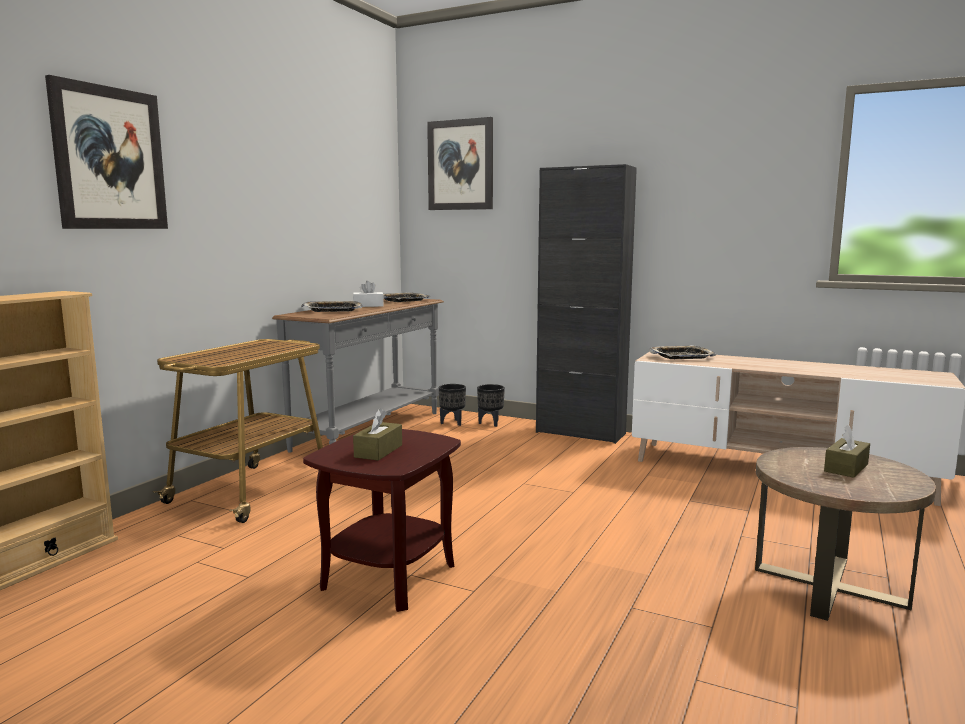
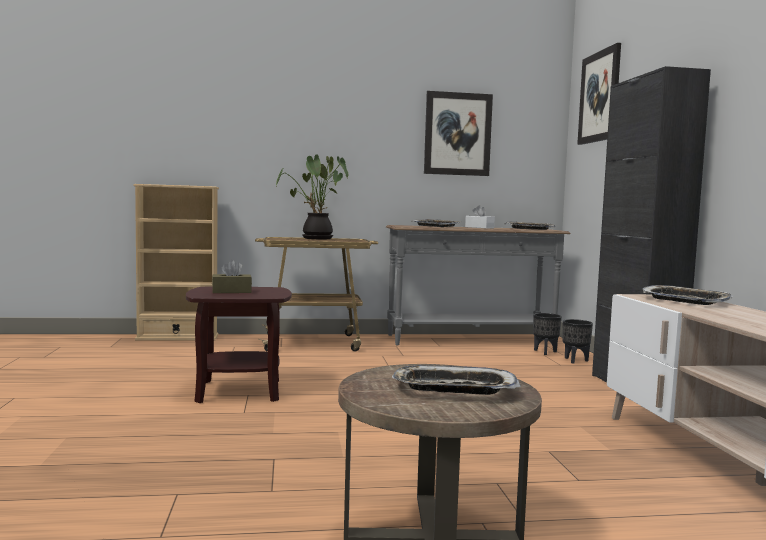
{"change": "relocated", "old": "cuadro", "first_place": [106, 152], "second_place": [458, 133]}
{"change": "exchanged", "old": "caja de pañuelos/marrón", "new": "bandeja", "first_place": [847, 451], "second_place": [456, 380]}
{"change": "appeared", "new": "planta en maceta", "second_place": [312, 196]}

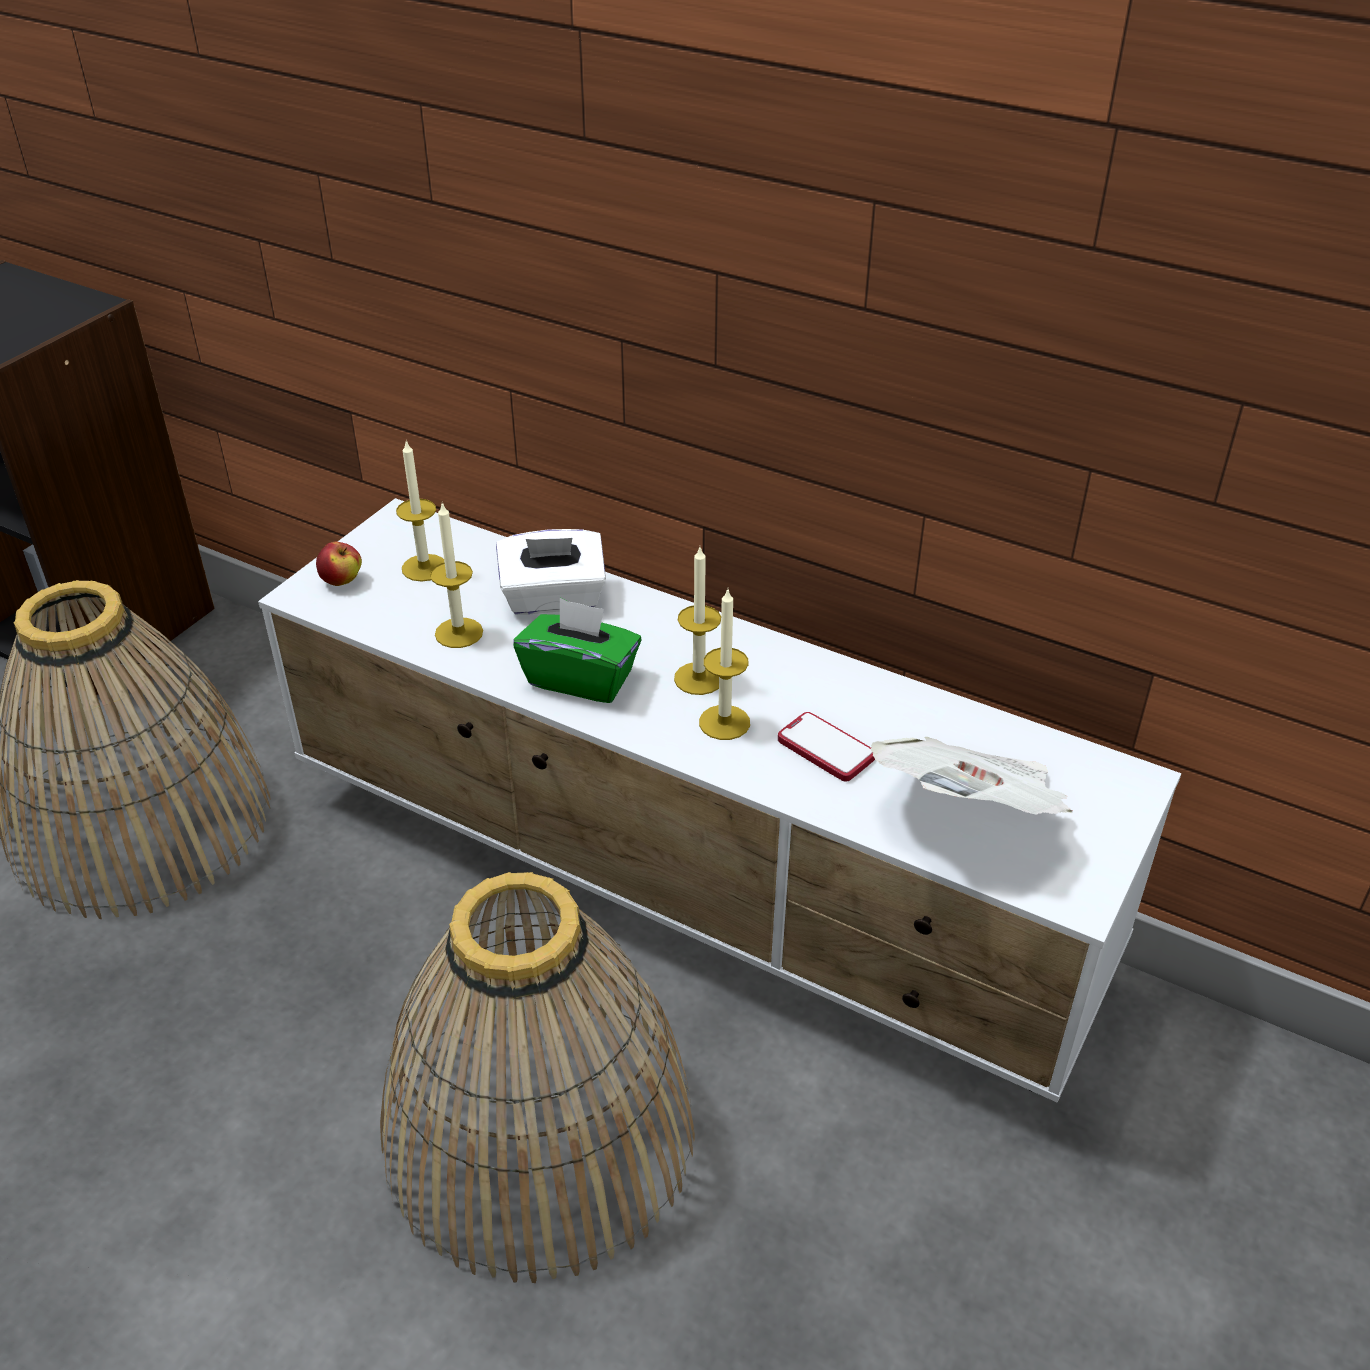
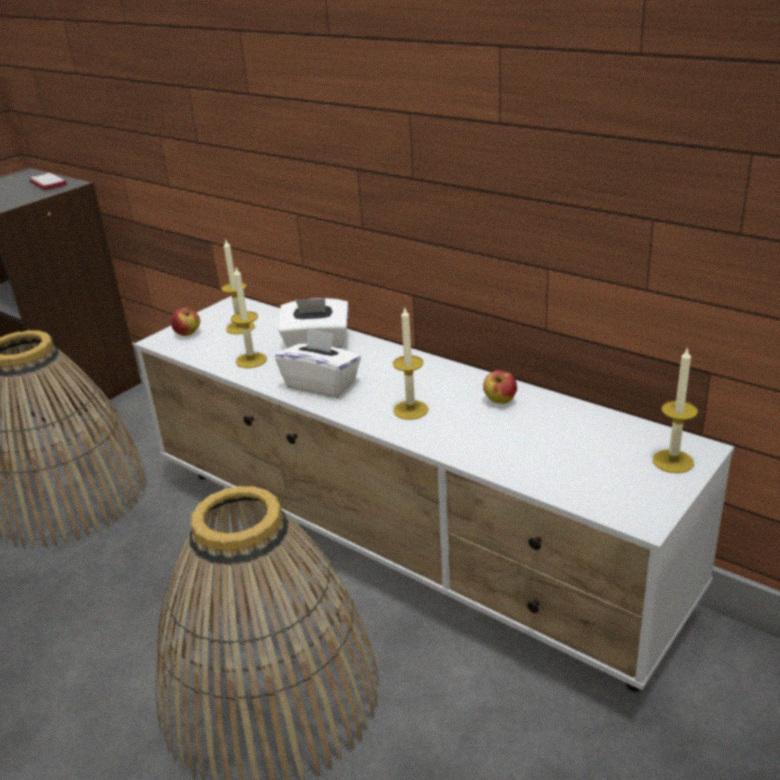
{"change": "colour", "old": "caja de pañuelos/verde", "new": "caja de pañuelos/blanco", "first_place": [577, 650], "second_place": [318, 363]}
{"change": "relocated", "old": "vela", "first_place": [697, 621], "second_place": [675, 410]}
{"change": "relocated", "old": "móvil", "first_place": [826, 746], "second_place": [48, 181]}
{"change": "missing", "old": "periódico", "first_place": [971, 776]}
{"change": "appeared", "new": "manzana", "second_place": [500, 387]}

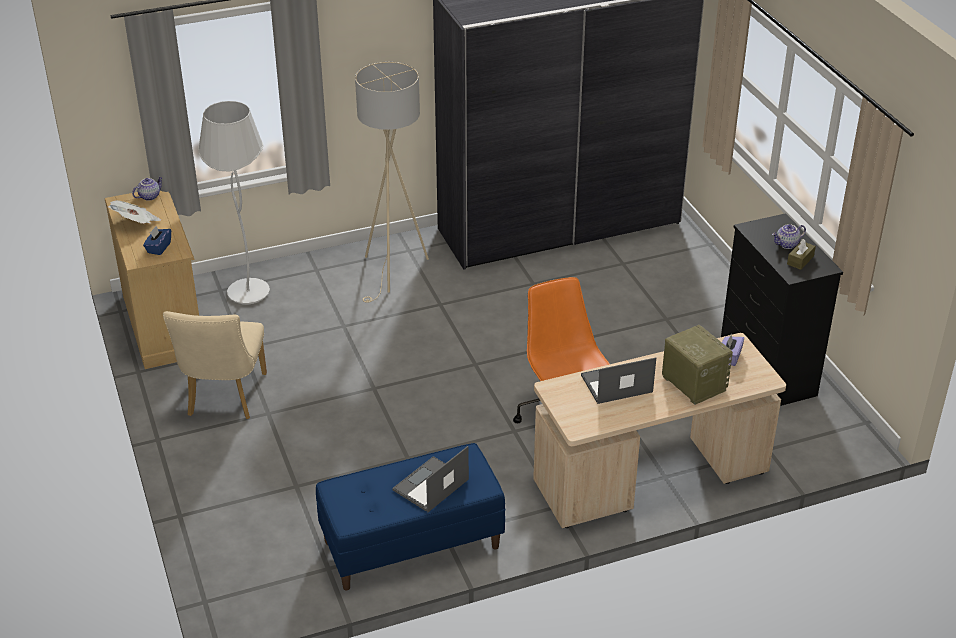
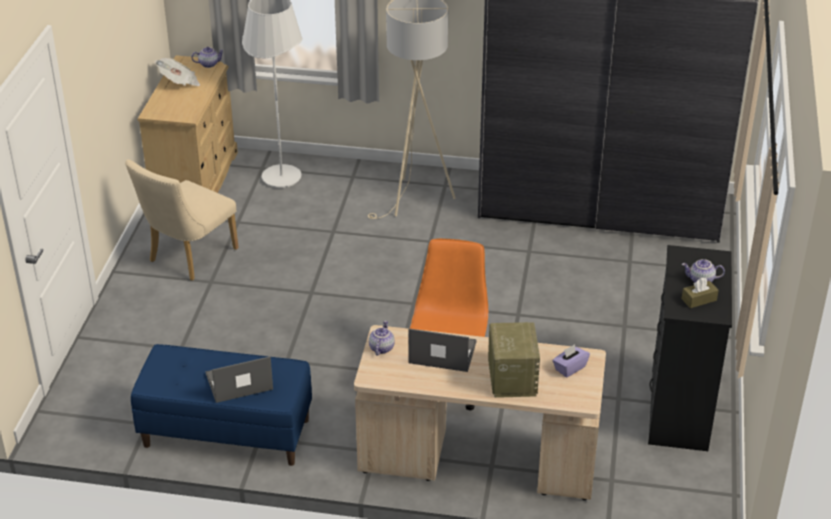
{"change": "missing", "old": "caja de pañuelos/azul", "first_place": [157, 240]}
{"change": "appeared", "new": "tetera", "second_place": [382, 338]}

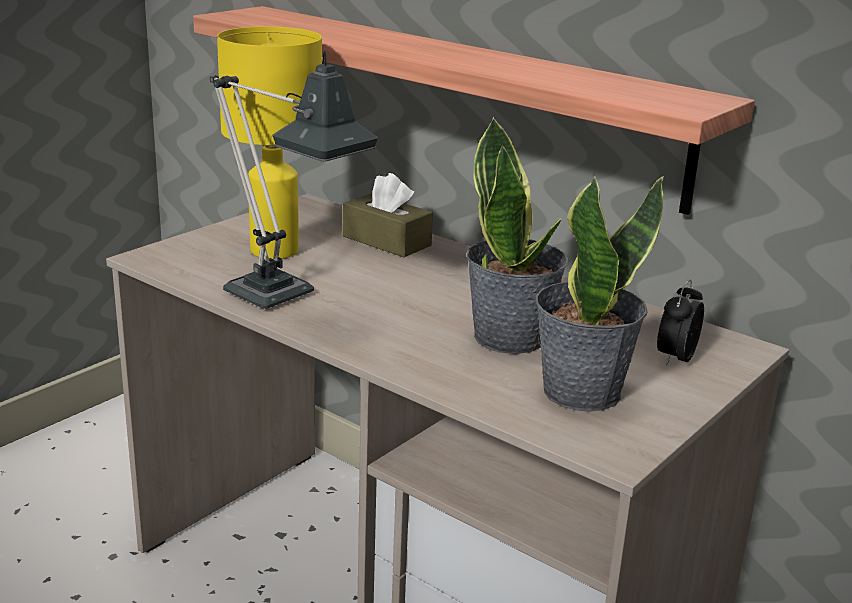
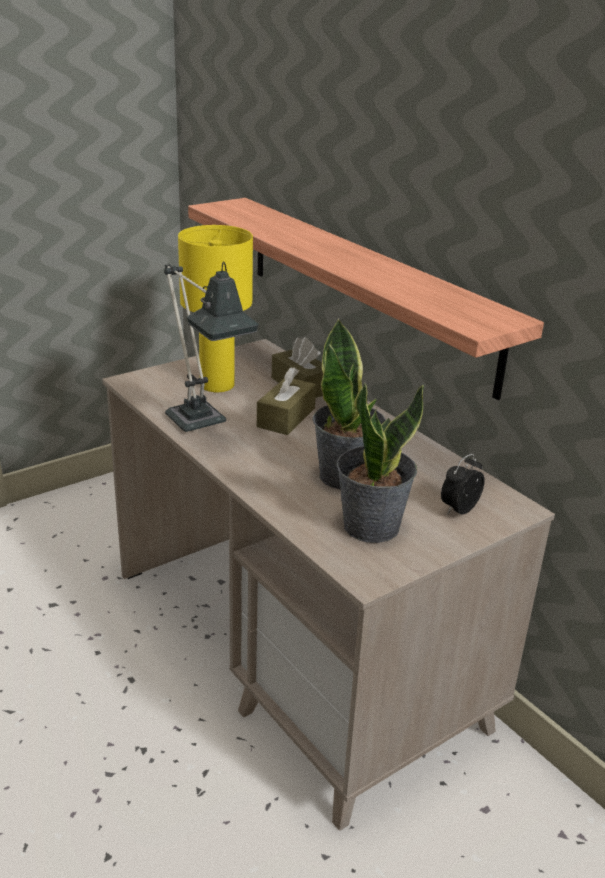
{"change": "appeared", "new": "caja de pañuelos/marrón", "second_place": [286, 401]}

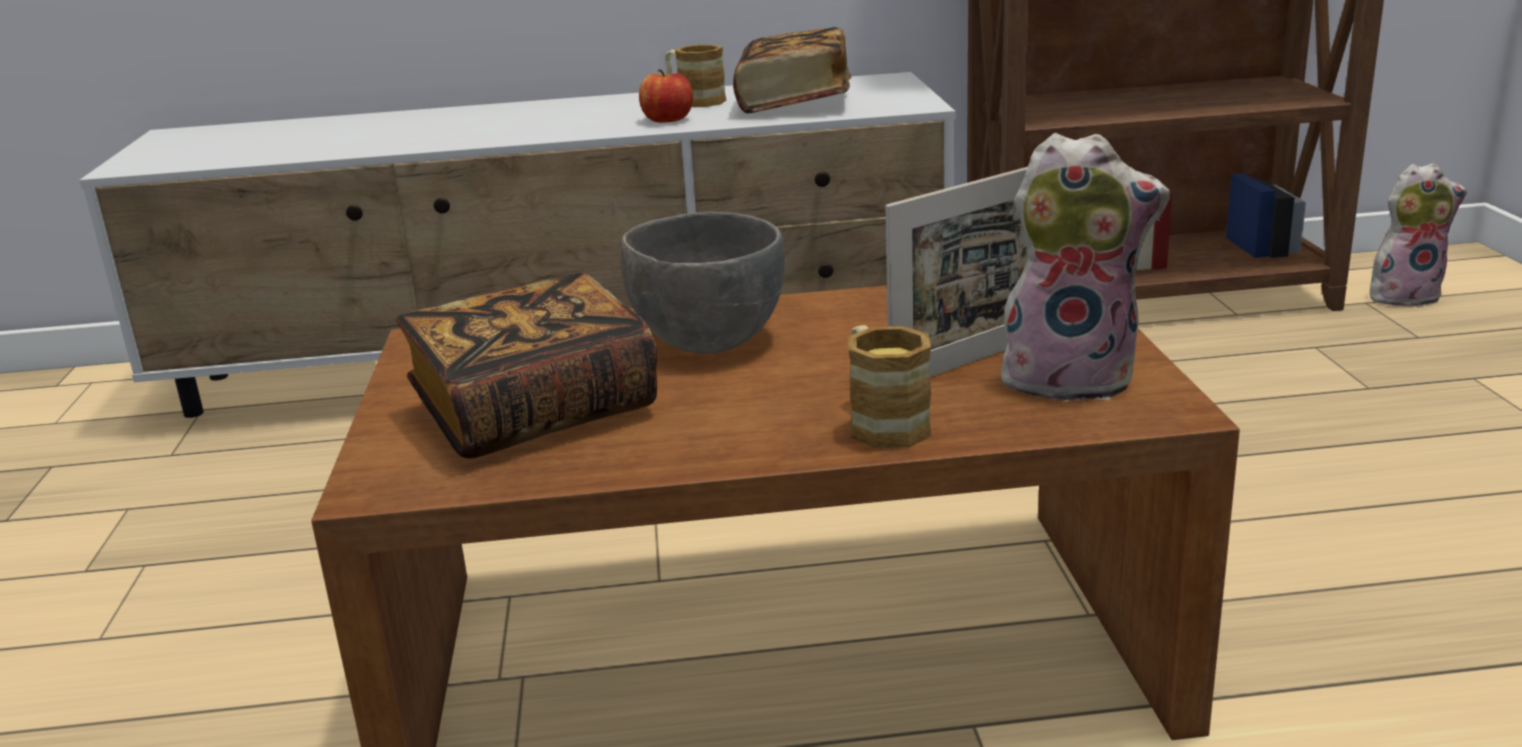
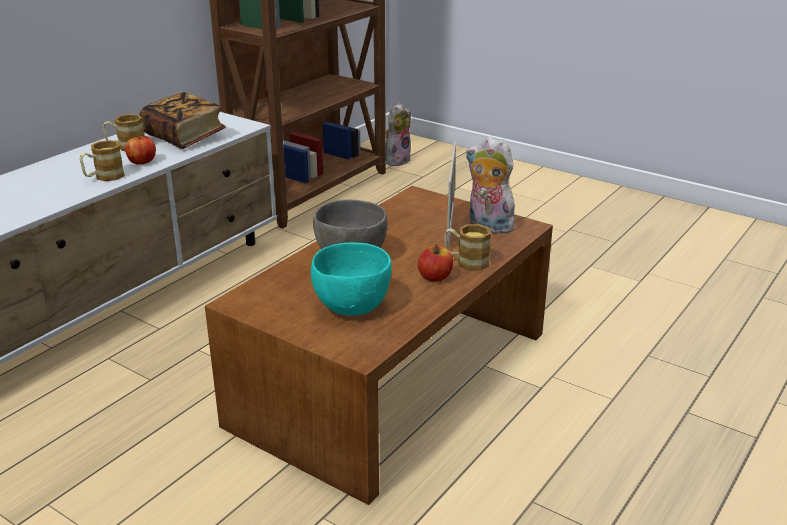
{"change": "exchanged", "old": "libro", "new": "cuenco/turquesa", "first_place": [526, 366], "second_place": [351, 279]}
{"change": "spun", "old": "peluche", "first_place": [1084, 267], "second_place": [491, 185], "degrees": -105}
{"change": "appeared", "new": "taza grande", "second_place": [102, 160]}
{"change": "appeared", "new": "manzana", "second_place": [435, 263]}

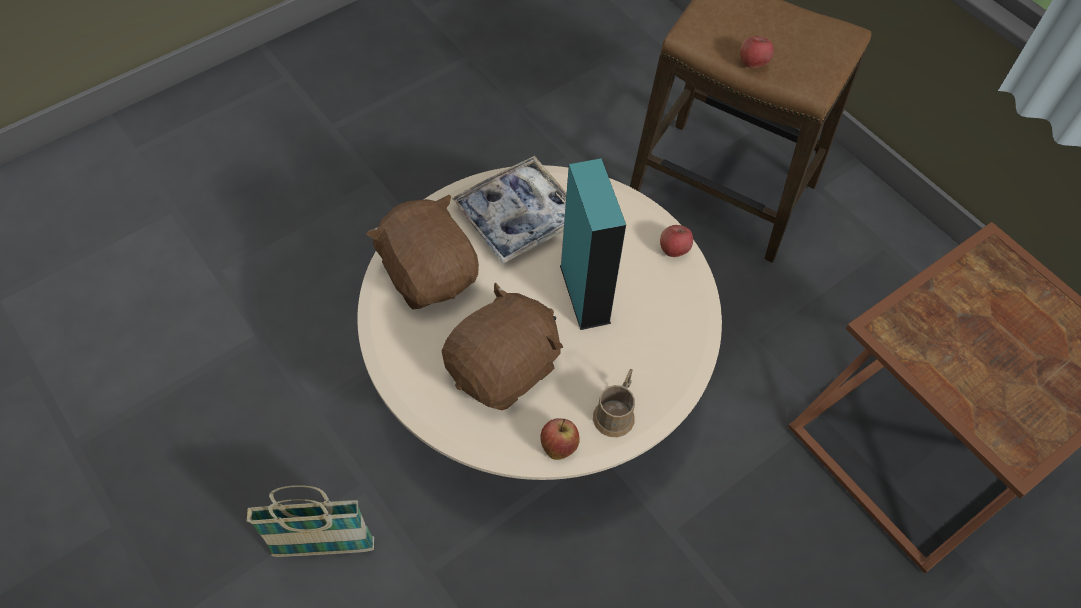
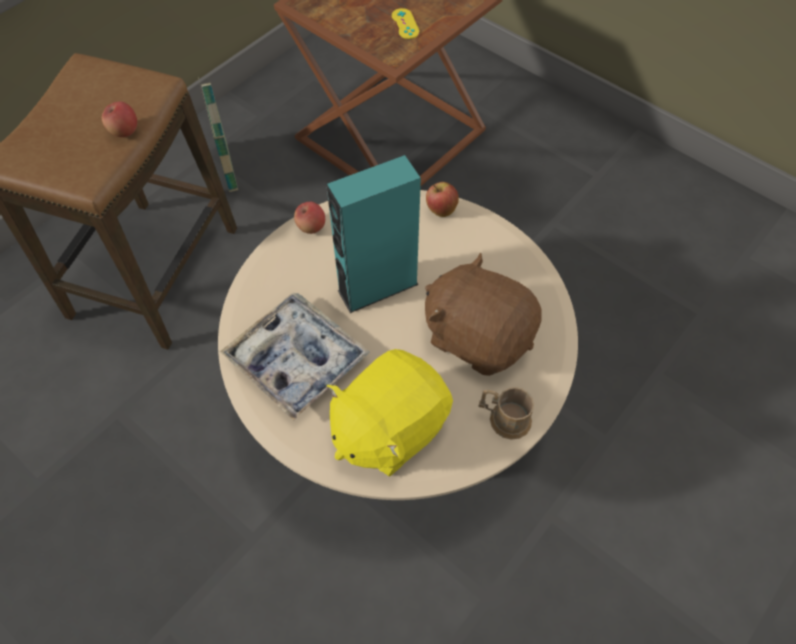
{"change": "relocated", "old": "cesta", "first_place": [310, 521], "second_place": [218, 134]}
{"change": "colour", "old": "peluche/marrón", "new": "peluche/amarillo", "first_place": [422, 252], "second_place": [390, 413]}
{"change": "relocated", "old": "manzana", "first_place": [560, 439], "second_place": [442, 199]}
{"change": "relocated", "old": "taza grande/marrón", "first_place": [614, 403], "second_place": [506, 413]}
{"change": "appeared", "new": "mando de consola/amarillo", "second_place": [406, 23]}

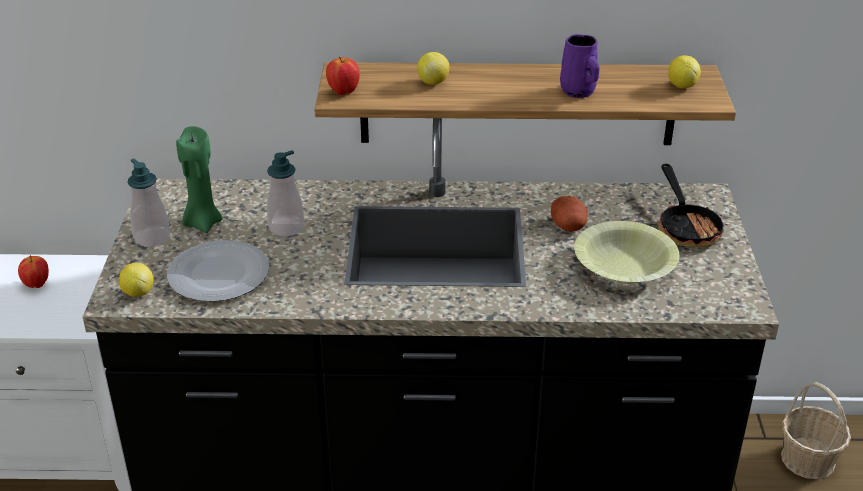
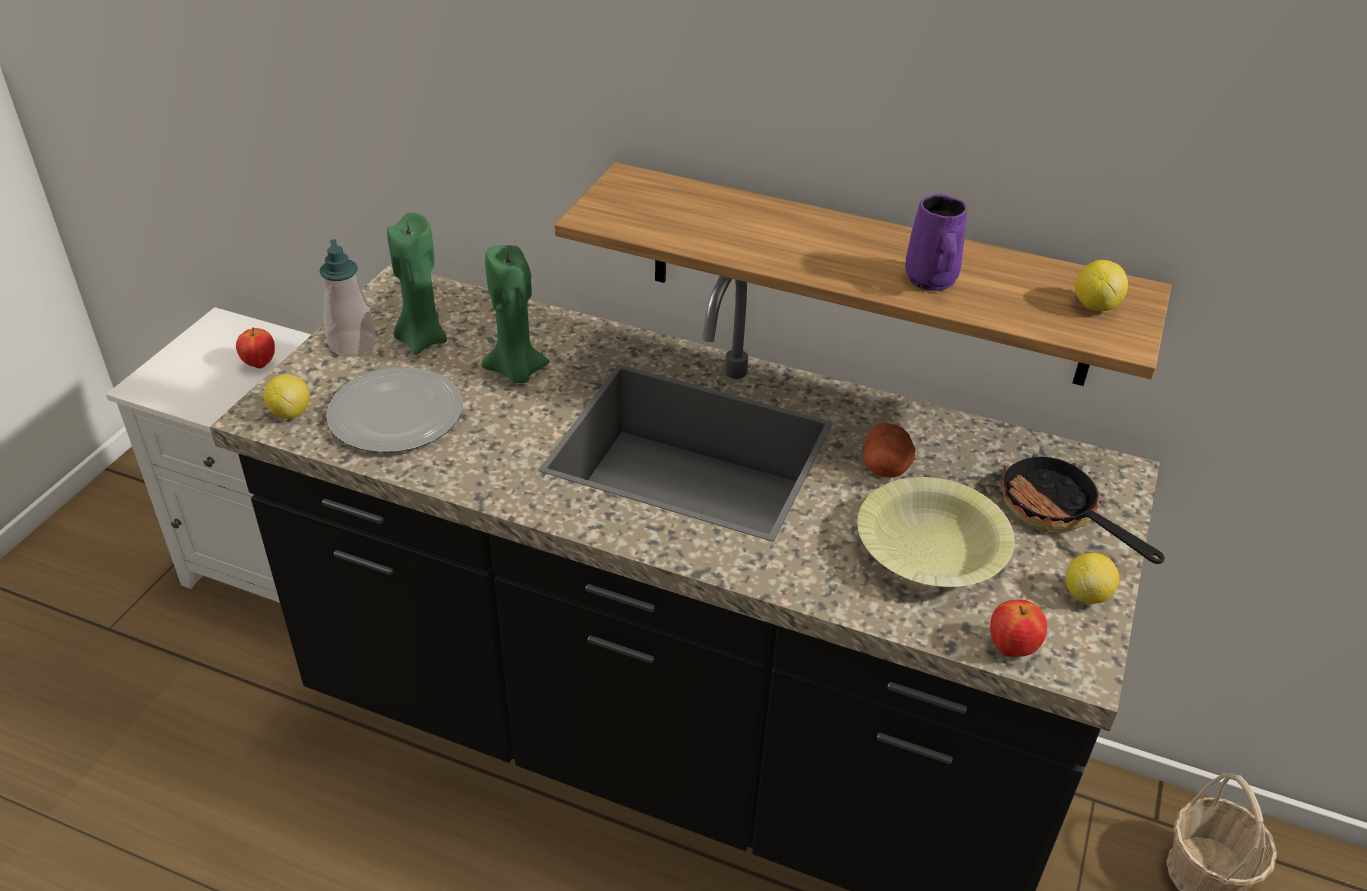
{"change": "exchanged", "old": "dispensador de jabón", "new": "vela/verde", "first_place": [285, 193], "second_place": [515, 314]}
{"change": "relocated", "old": "manzana", "first_place": [343, 76], "second_place": [1018, 628]}
{"change": "relocated", "old": "limón", "first_place": [433, 68], "second_place": [1093, 578]}
{"change": "spun", "old": "sartén", "first_place": [692, 206], "second_place": [1083, 508], "degrees": 135}

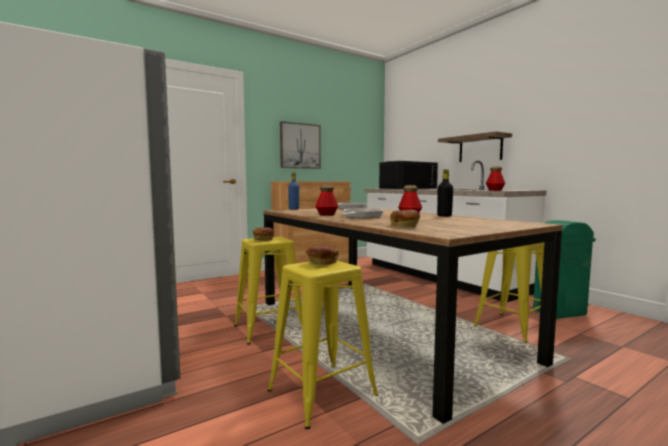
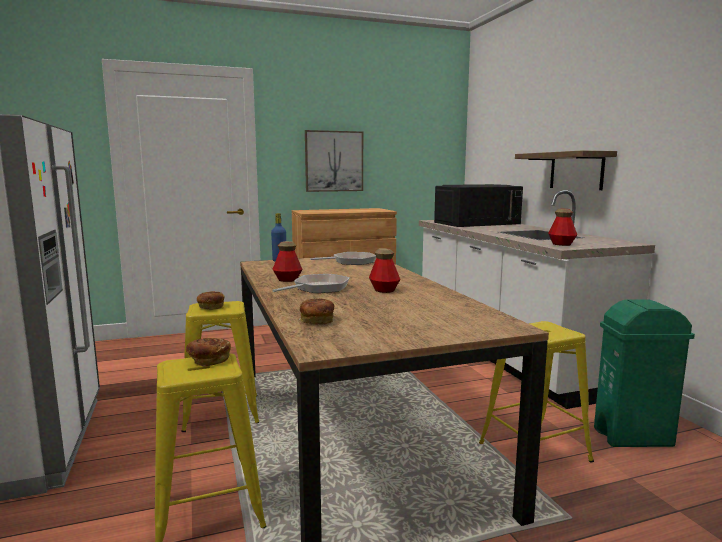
{"change": "missing", "old": "botella/negro", "first_place": [445, 193]}

